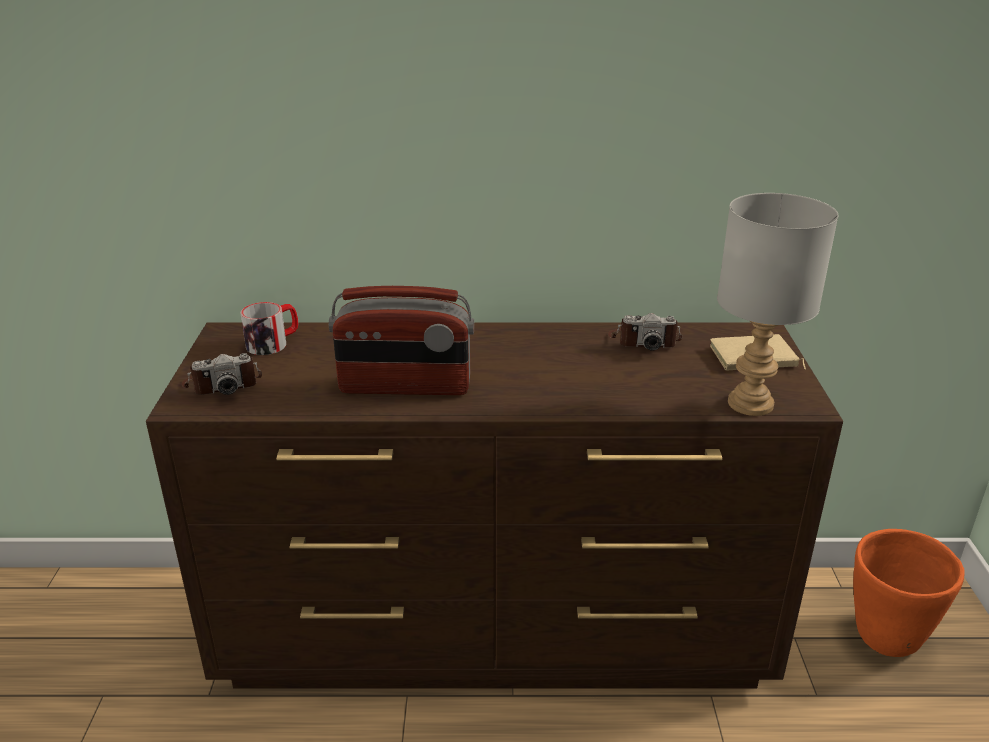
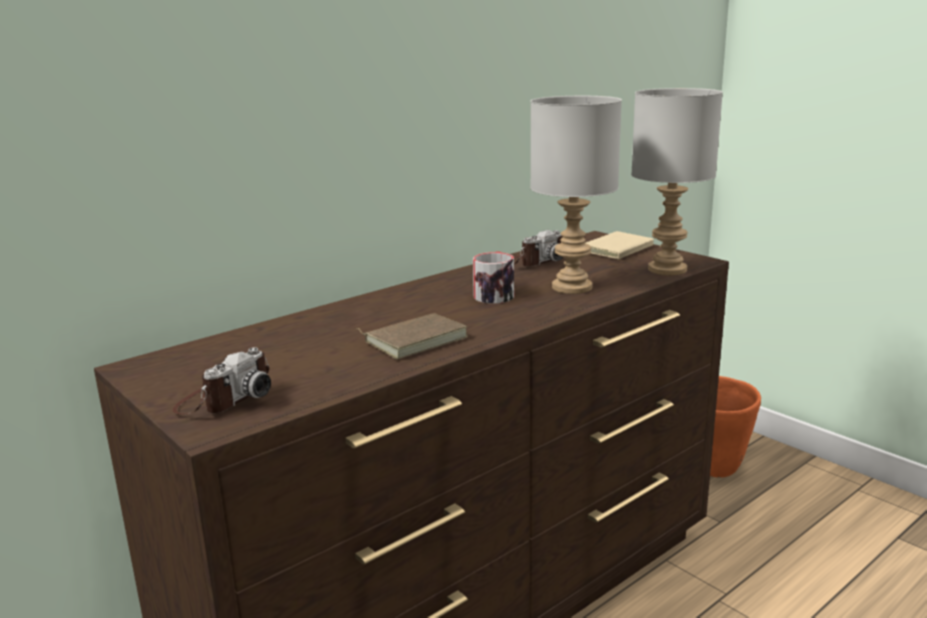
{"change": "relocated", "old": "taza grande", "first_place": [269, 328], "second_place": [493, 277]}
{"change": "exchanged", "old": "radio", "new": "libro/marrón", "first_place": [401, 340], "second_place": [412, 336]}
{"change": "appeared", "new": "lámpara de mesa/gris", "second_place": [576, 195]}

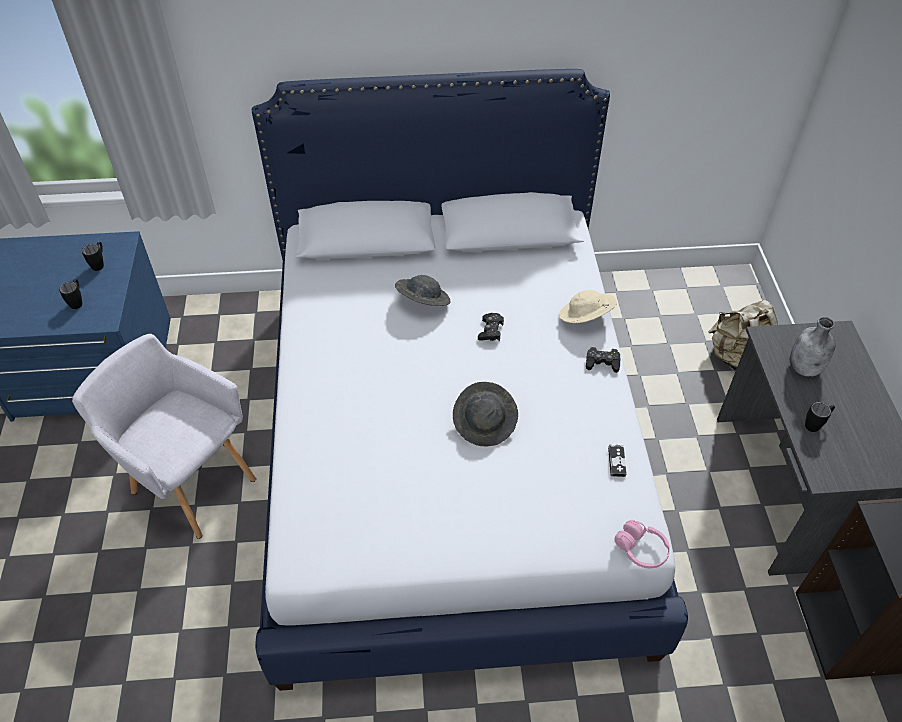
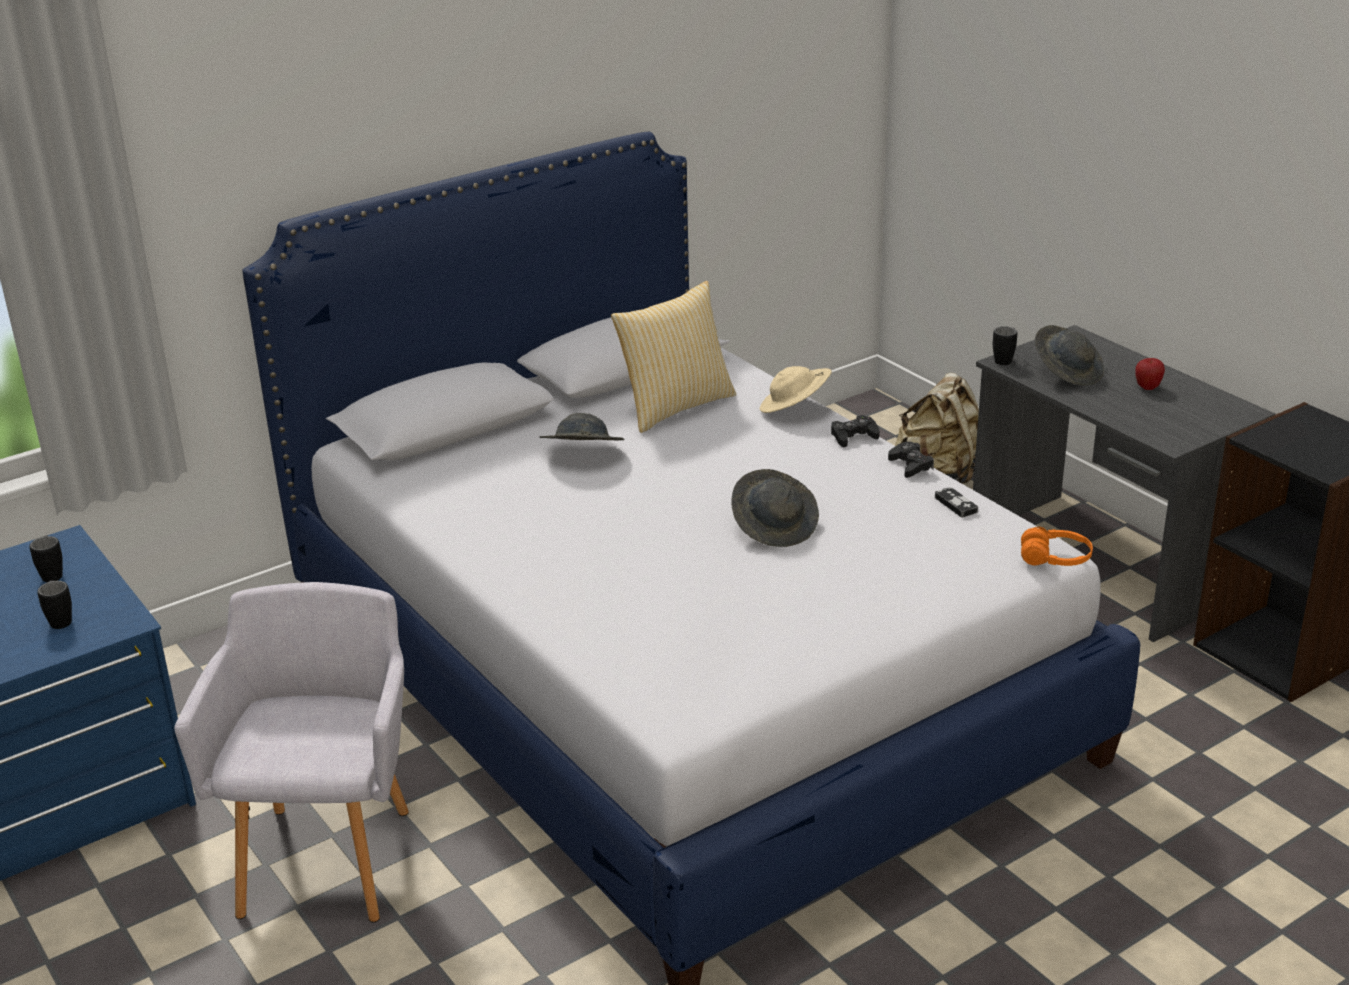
{"change": "spun", "old": "sillón/gris", "first_place": [164, 436], "second_place": [291, 752], "degrees": 90}
{"change": "relocated", "old": "mando de consola/negro", "first_place": [491, 327], "second_place": [911, 460]}
{"change": "colour", "old": "auriculares/rosa", "new": "auriculares/naranja", "first_place": [642, 544], "second_place": [1057, 546]}
{"change": "exchanged", "old": "botella/gris", "new": "sombrero/gris", "first_place": [813, 347], "second_place": [1069, 355]}
{"change": "relocated", "old": "taza grande/negro", "first_place": [820, 417], "second_place": [1005, 345]}
{"change": "appeared", "new": "cojín", "second_place": [673, 357]}
{"change": "appeared", "new": "manzana", "second_place": [1150, 374]}

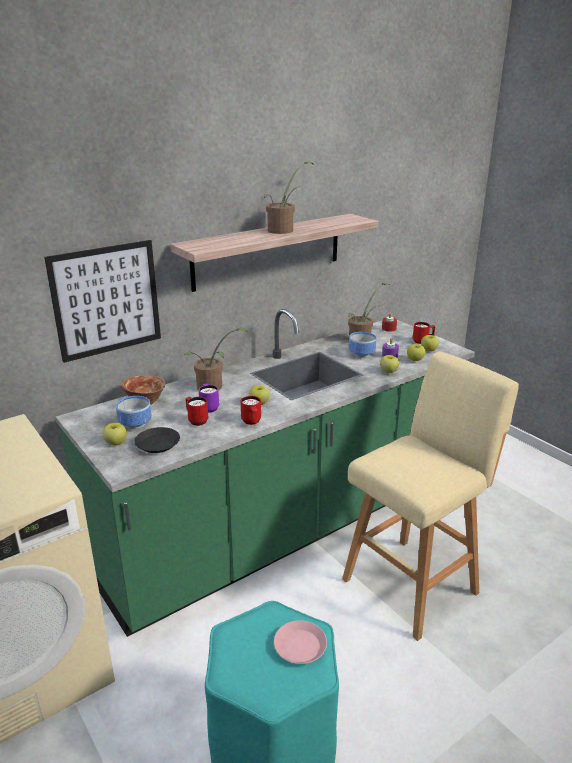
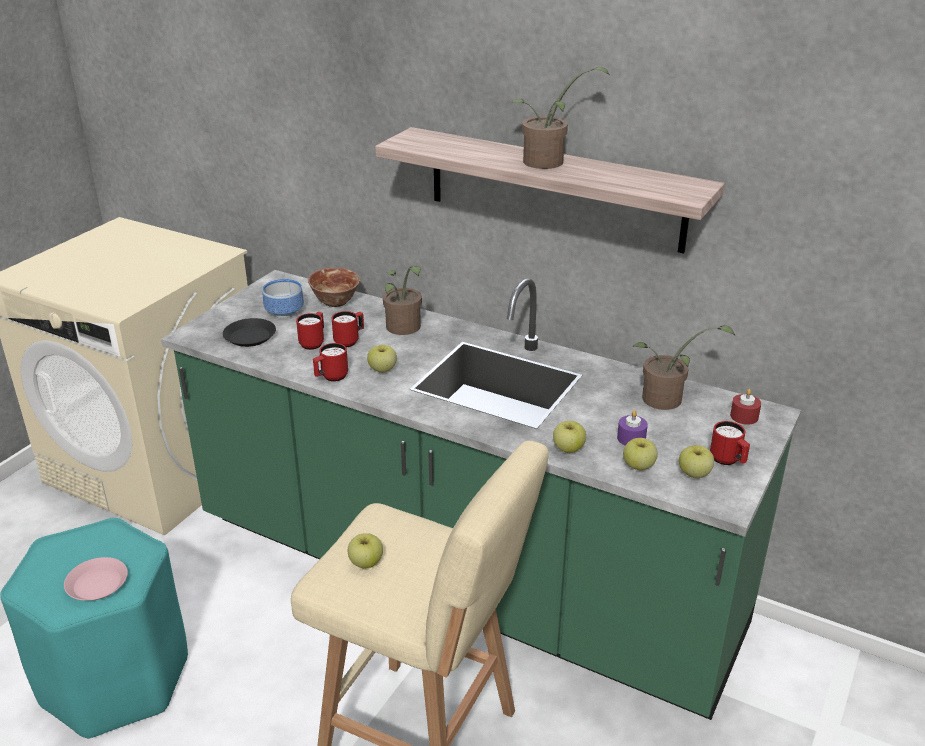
{"change": "missing", "old": "cuadro", "first_place": [102, 301]}
{"change": "relocated", "old": "manzana", "first_place": [115, 434], "second_place": [365, 551]}
{"change": "colour", "old": "taza grande/morado", "new": "taza grande/rojo", "first_place": [209, 398], "second_place": [348, 329]}
{"change": "missing", "old": "cuenco", "first_place": [362, 344]}

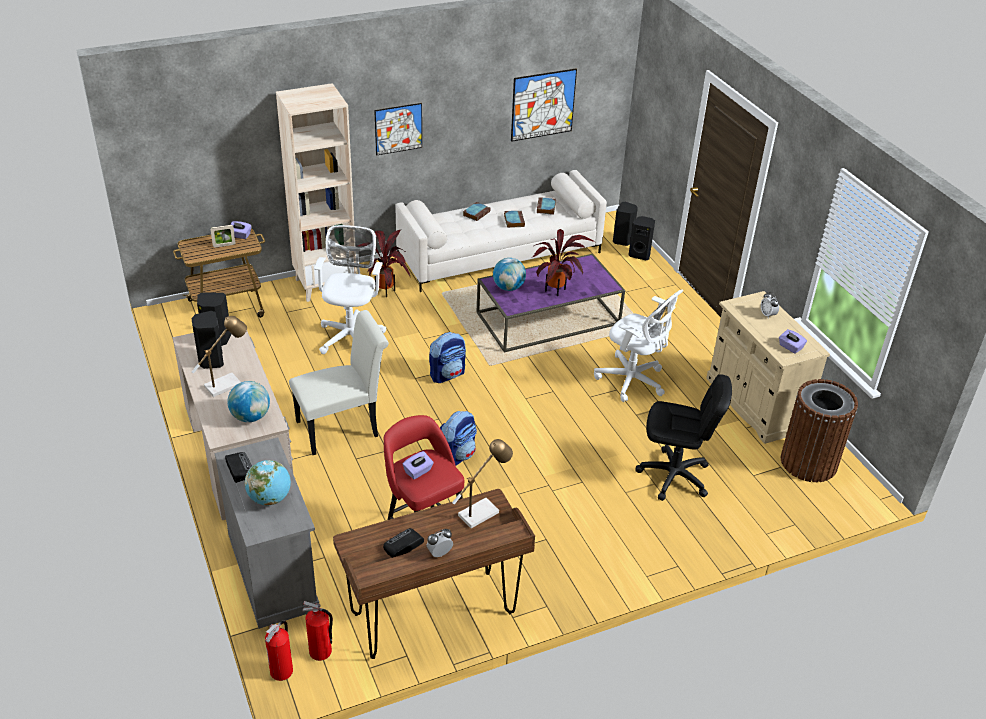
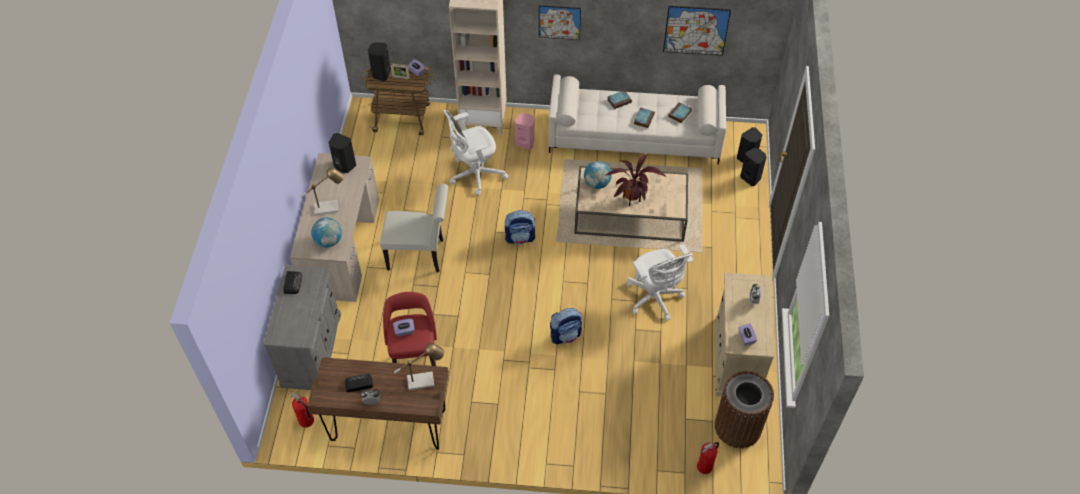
{"change": "relocated", "old": "altavoz/negro", "first_place": [207, 340], "second_place": [379, 61]}
{"change": "missing", "old": "globo terráqueo", "first_place": [267, 482]}
{"change": "relocated", "old": "extintor", "first_place": [279, 651], "second_place": [708, 458]}
{"change": "spun", "old": "silla de oficina/blanco", "first_place": [350, 289], "second_place": [476, 152], "degrees": -150}
{"change": "exchanged", "old": "planta en maceta", "new": "altavoz/rosa", "first_place": [384, 263], "second_place": [525, 131]}
{"change": "relocated", "old": "mochila", "first_place": [458, 438], "second_place": [566, 326]}
{"change": "colour", "old": "mesa de centro/morado", "new": "mesa de centro/beis", "first_place": [551, 303], "second_place": [631, 204]}
{"change": "missing", "old": "silla de oficina/negro", "first_place": [683, 437]}

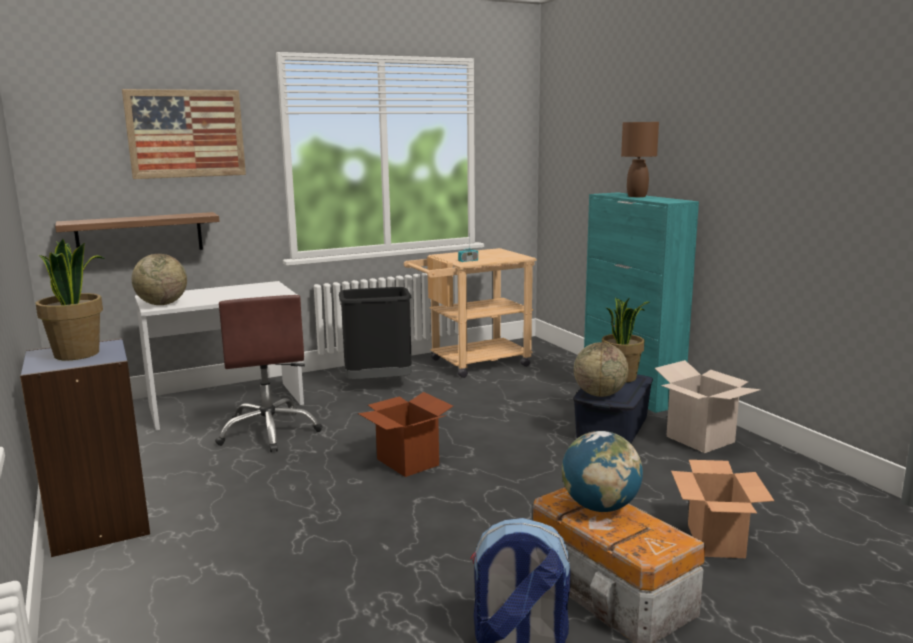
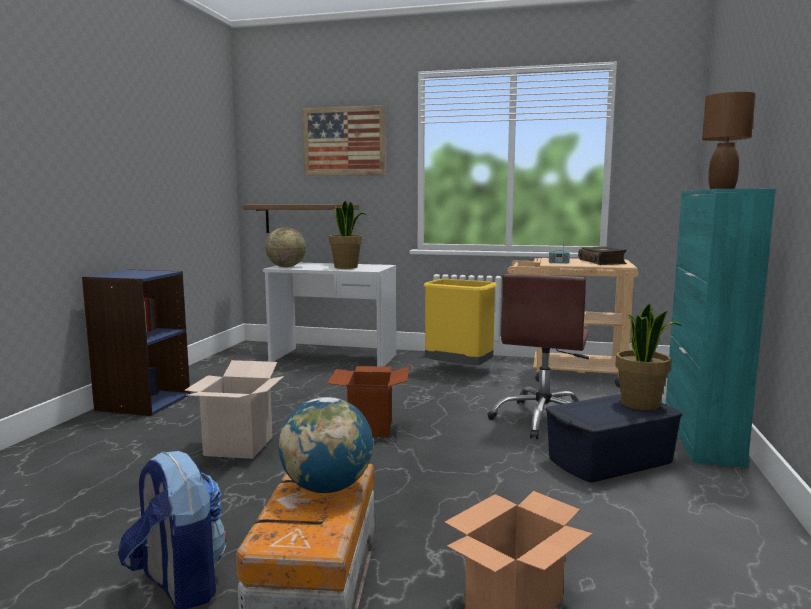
{"change": "relocated", "old": "planta en maceta", "first_place": [70, 299], "second_place": [348, 235]}
{"change": "relocated", "old": "silla de oficina/marrón", "first_place": [269, 373], "second_place": [538, 356]}
{"change": "colour", "old": "papelera/negro", "new": "papelera/amarillo", "first_place": [375, 333], "second_place": [460, 322]}
{"change": "missing", "old": "globo terráqueo", "first_place": [601, 369]}
{"change": "relocated", "old": "caja de cartón", "first_place": [707, 406], "second_place": [234, 409]}
{"change": "appeared", "new": "libro", "second_place": [602, 255]}

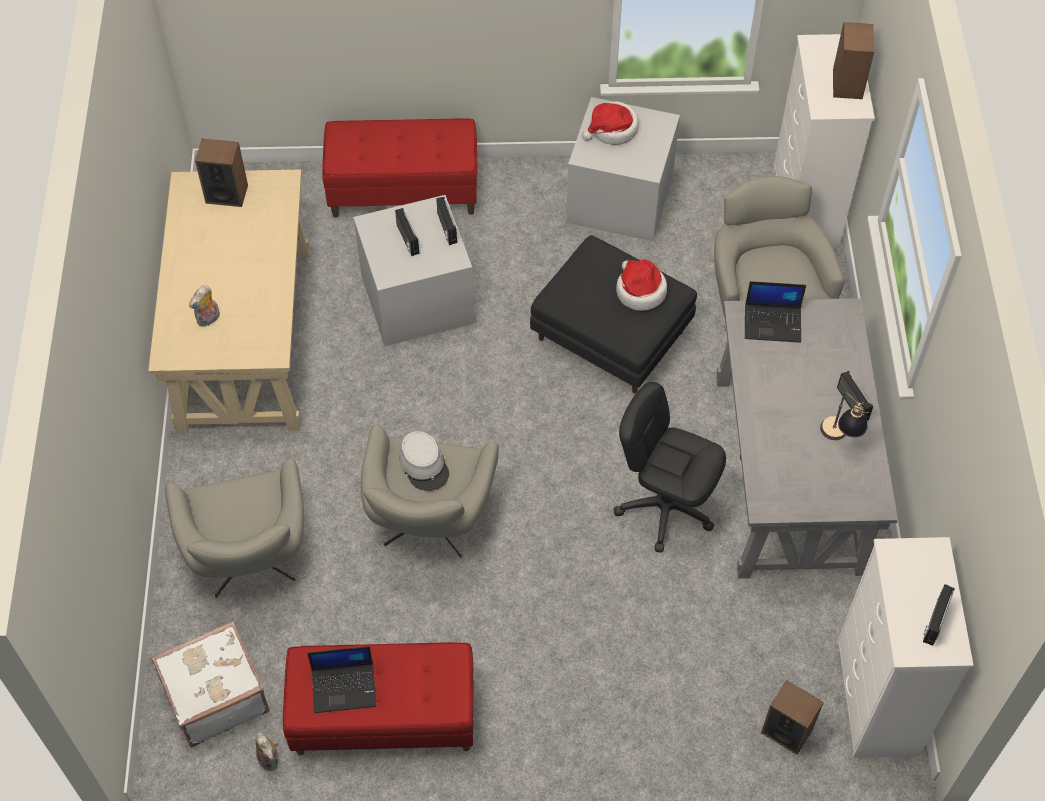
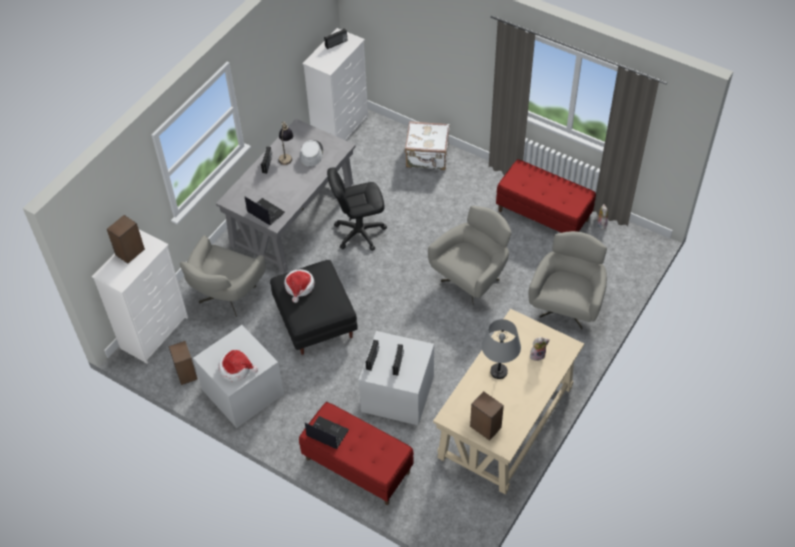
{"change": "relocated", "old": "maleta/blanco", "first_place": [210, 684], "second_place": [427, 145]}
{"change": "relocated", "old": "portátil", "first_place": [341, 679], "second_place": [327, 432]}
{"change": "relocated", "old": "sombrero/gris", "first_place": [424, 461], "second_place": [311, 153]}
{"change": "spun", "old": "silla de oficina/negro", "first_place": [670, 467], "second_place": [357, 209], "degrees": 105}
{"change": "relocated", "old": "altavoz", "first_place": [792, 717], "second_place": [182, 363]}
{"change": "appeared", "new": "lámpara de mesa/gris", "second_place": [501, 349]}

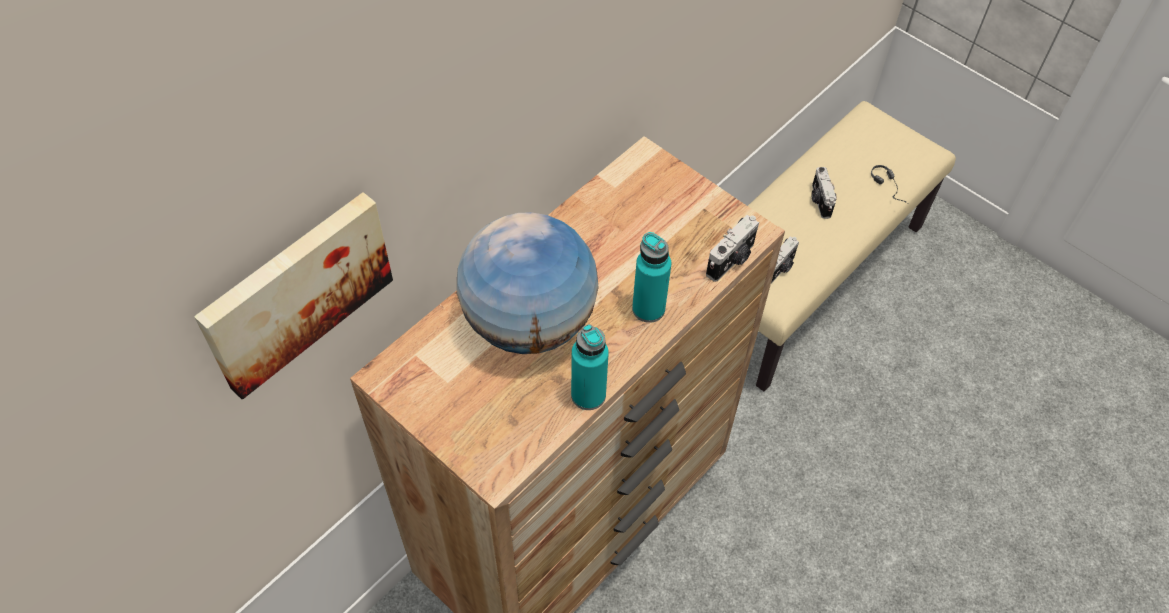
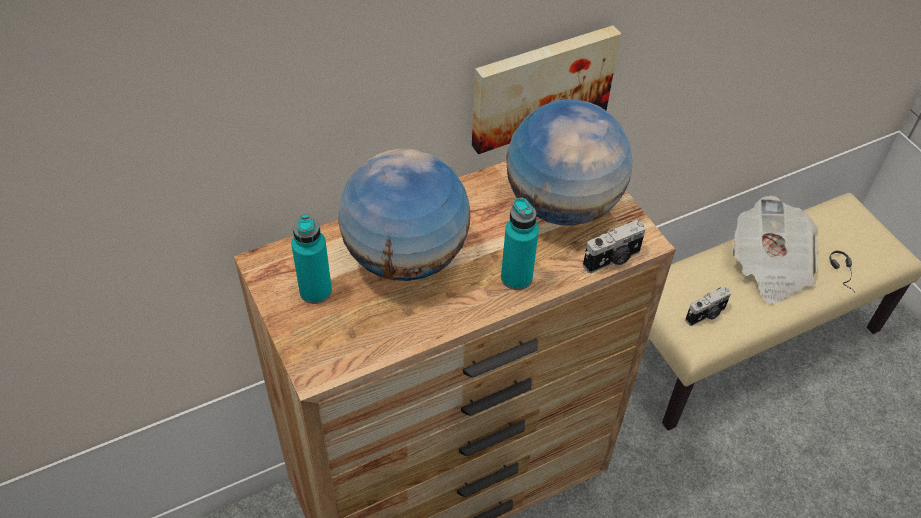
{"change": "relocated", "old": "cuadro", "first_place": [293, 295], "second_place": [546, 89]}
{"change": "relocated", "old": "botella/turquesa", "first_place": [590, 367], "second_place": [311, 259]}
{"change": "exchanged", "old": "cámara", "new": "periódico", "first_place": [824, 193], "second_place": [775, 250]}
{"change": "appeared", "new": "globo terráqueo", "second_place": [569, 162]}

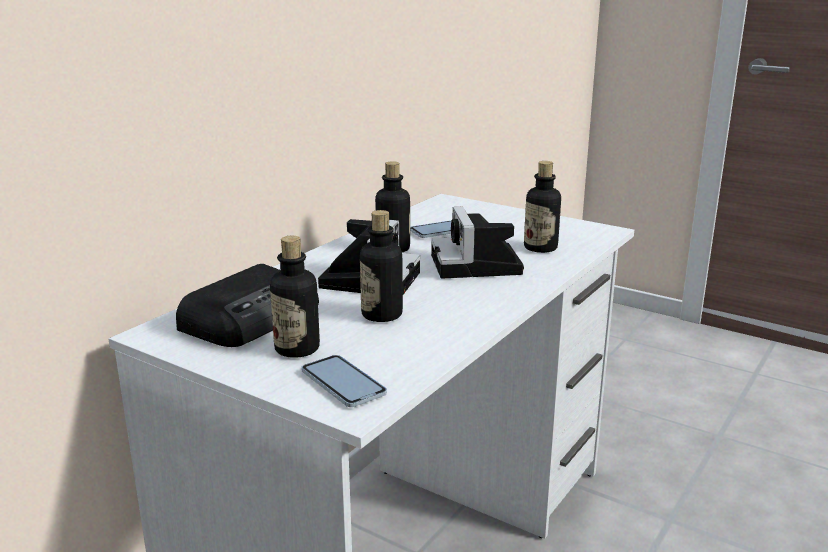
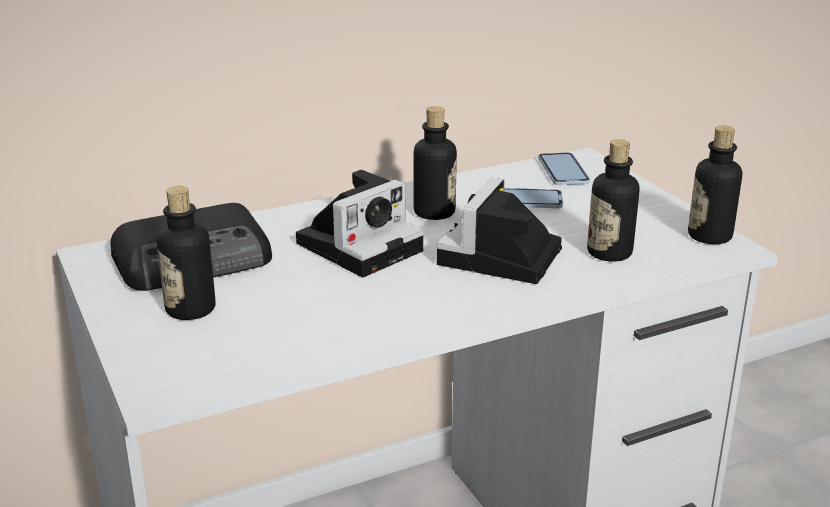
{"change": "relocated", "old": "móvil", "first_place": [344, 381], "second_place": [564, 168]}
{"change": "relocated", "old": "botella", "first_place": [381, 266], "second_place": [715, 185]}

